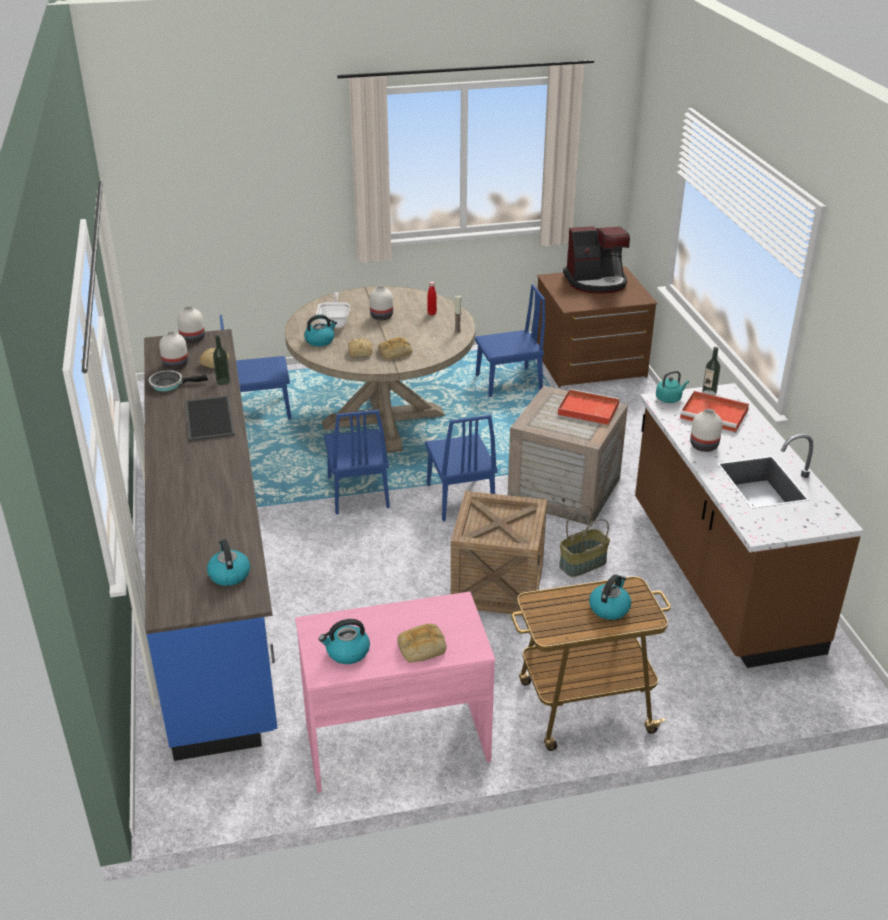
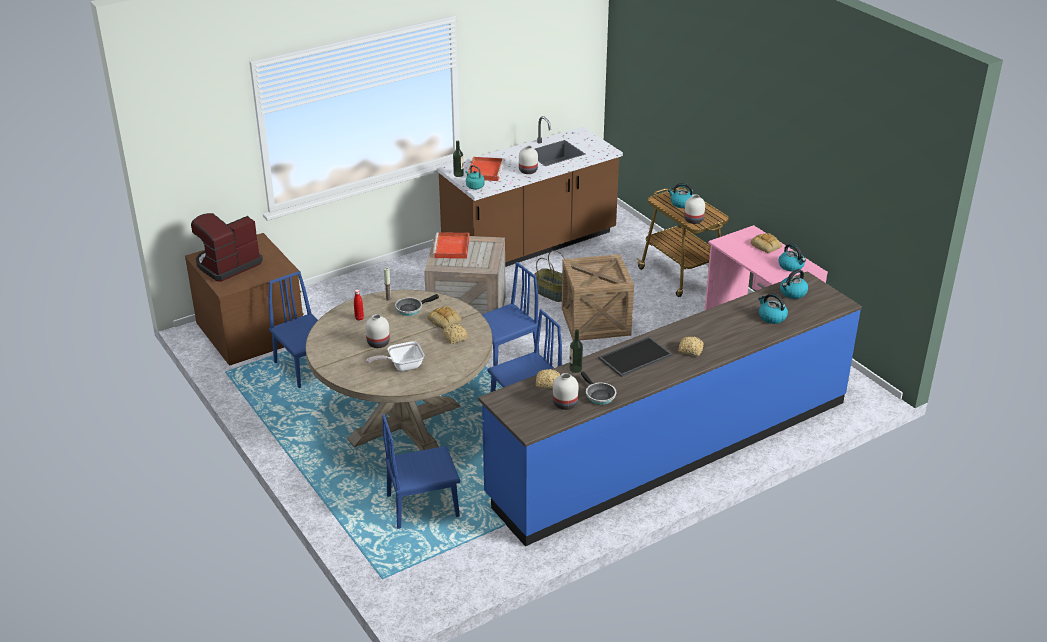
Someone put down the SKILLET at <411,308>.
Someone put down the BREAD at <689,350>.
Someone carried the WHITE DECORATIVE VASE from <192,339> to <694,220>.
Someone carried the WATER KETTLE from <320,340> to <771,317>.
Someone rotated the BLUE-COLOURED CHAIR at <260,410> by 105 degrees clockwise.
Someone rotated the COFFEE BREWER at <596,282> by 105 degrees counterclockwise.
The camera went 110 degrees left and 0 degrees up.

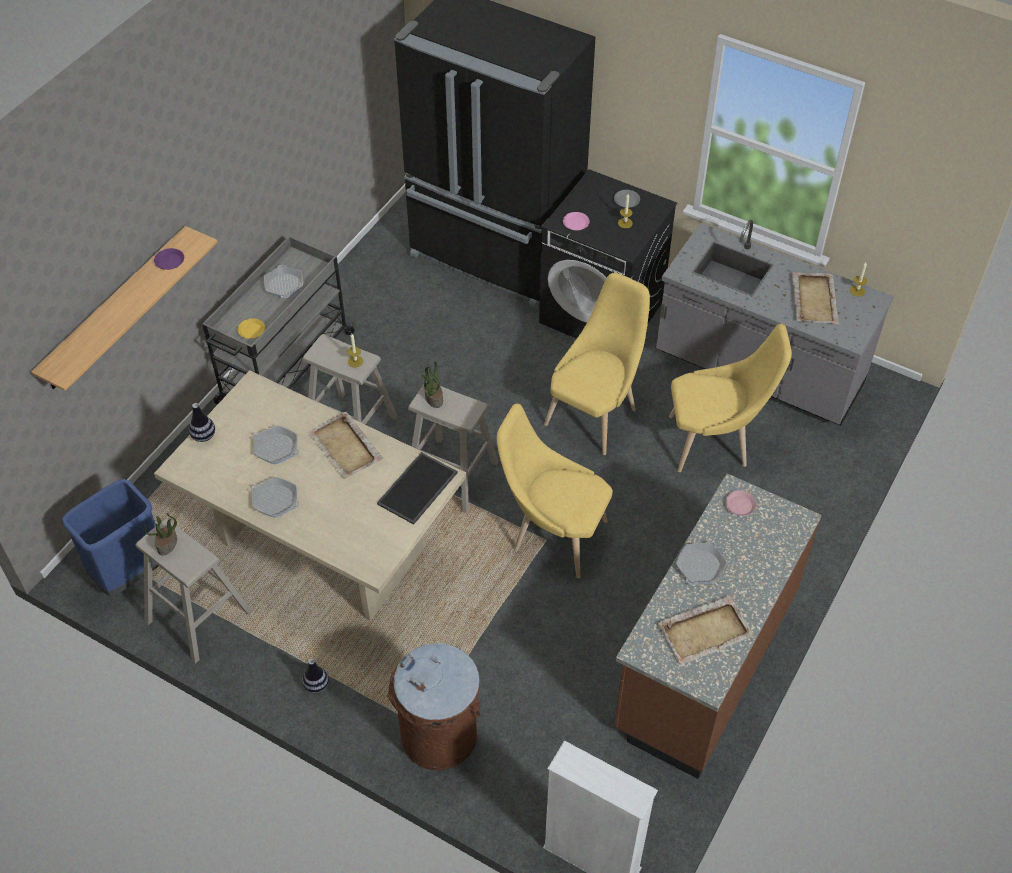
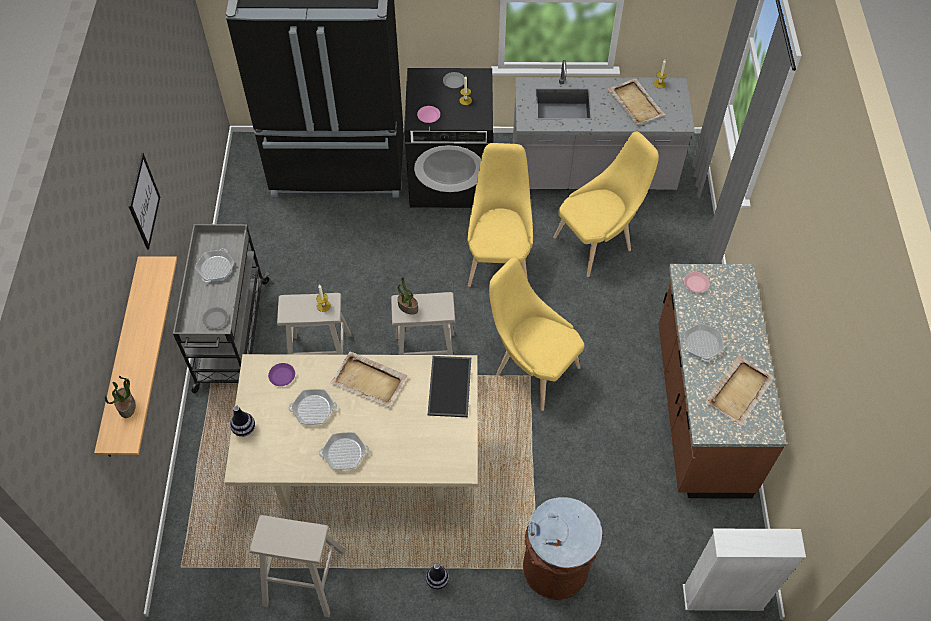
Someone took away the BLUE-COLOURED TRASH CAN at <130,572>.
Someone put up the WALL ART at <144,201>.
Someone carried the HOUSEPLANT from <167,544> to <127,406>.
Someone carried the PURPLISH DINNER PLATE from <169,261> to <282,376>.
Someone repainted the YELLOWISH DINNER PLATE at <251,330>, which became the GREY DINNER PLATE at <215,319>.
Someone rotated the SKILLET at <284,285> by 60 degrees clockwise.
Someone rotated the YELLOWISH CHAIR at <553,534> by 45 degrees clockwise.
The camera went 30 degrees left and 5 degrees up.

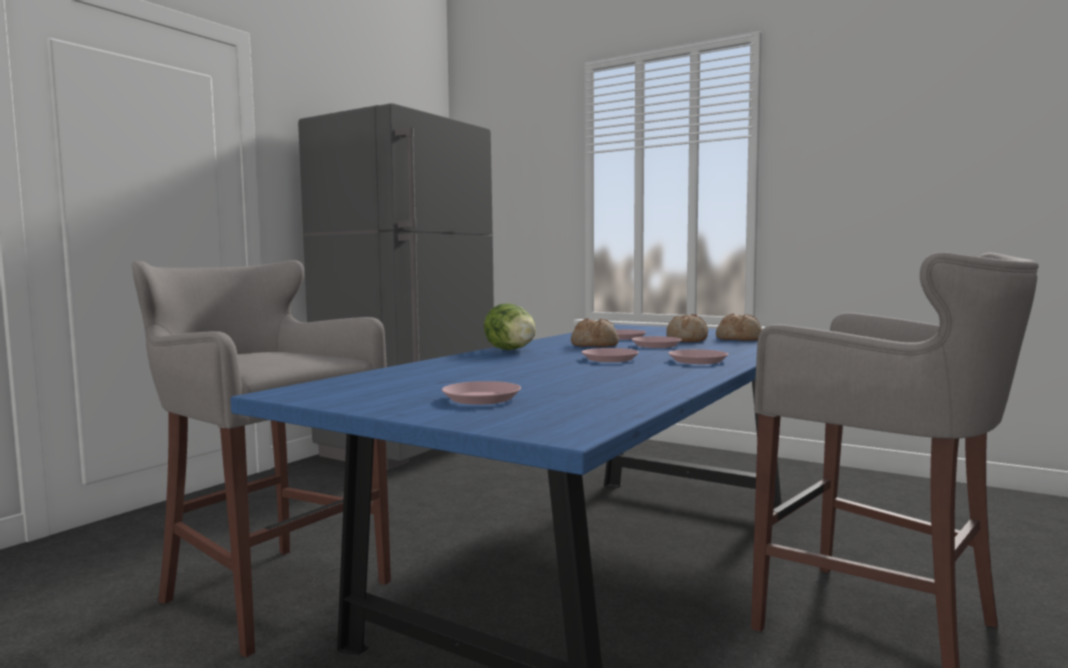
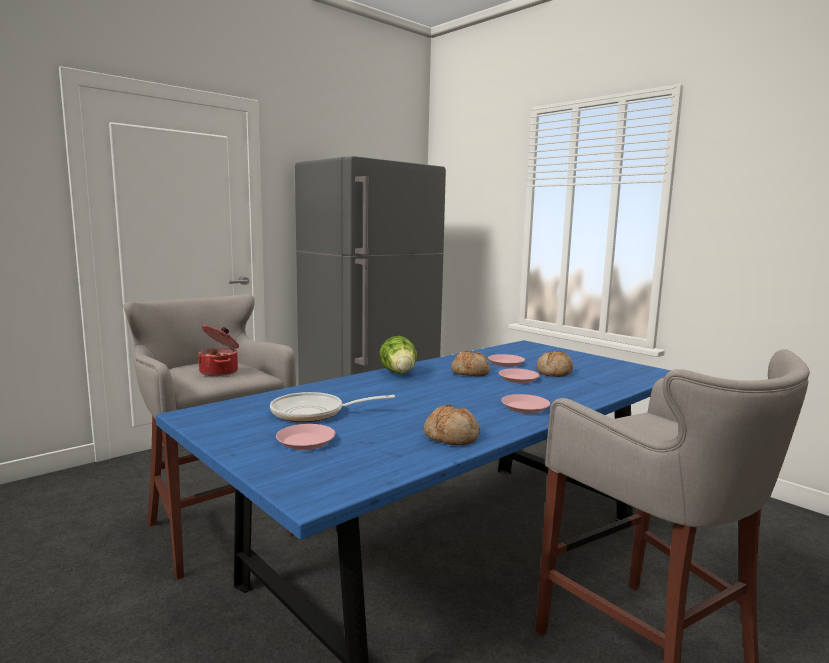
Someone took away the PINK-COLOURED DINNER PLATE at <610,359>.
Someone put down the STOCKPOT at <220,372>.
Someone put down the SKILLET at <314,413>.
Someone carried the BREAD from <739,339> to <452,437>.
The camera went 15 degrees right and 5 degrees up.

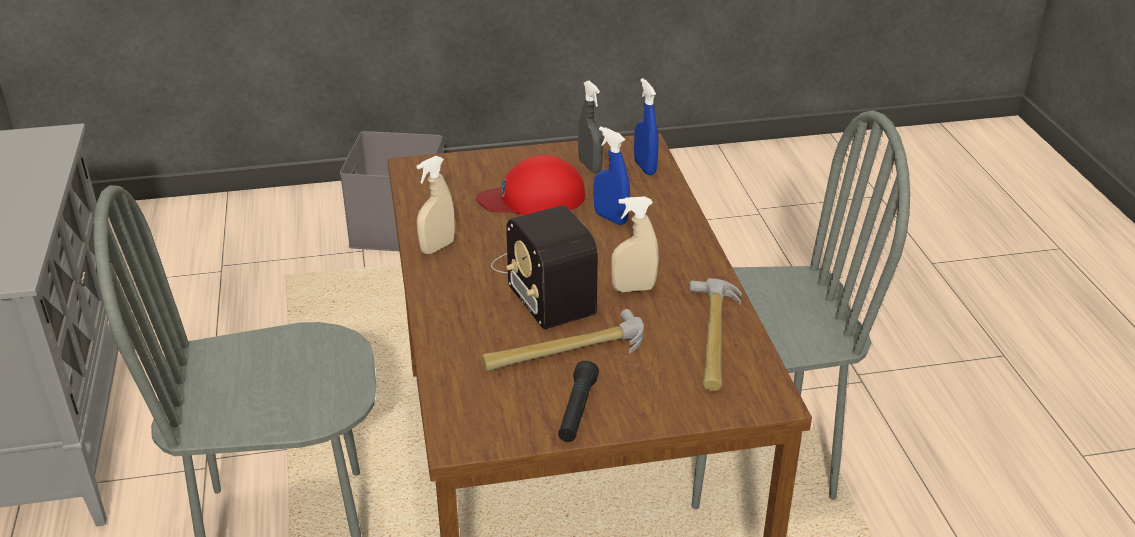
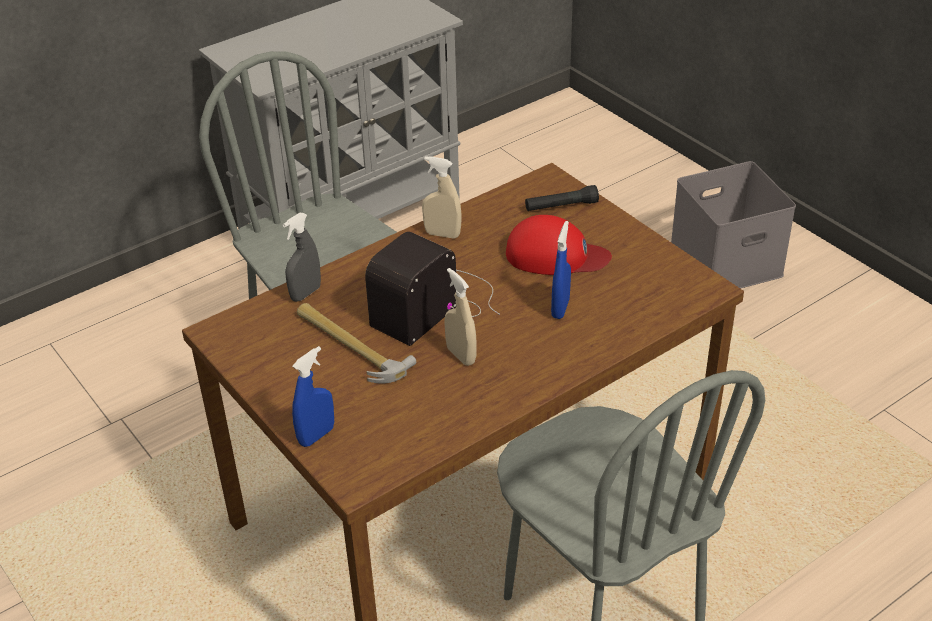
Someone took away the TOOL HAMMER at <713,337>.
Someone carried the BLACK TORCH from <577,410> to <561,206>.
Someone carried the GREY SPRAY BOTTLE from <590,166> to <305,293>.
Someone carried the BLUE-COLOURED SPRAY BOTTLE from <645,167> to <316,436>.
Someone rotated the RED-COLOURED PEAKED CAP at <533,198> by 135 degrees clockwise.
The camera went 65 degrees right and 5 degrees up.

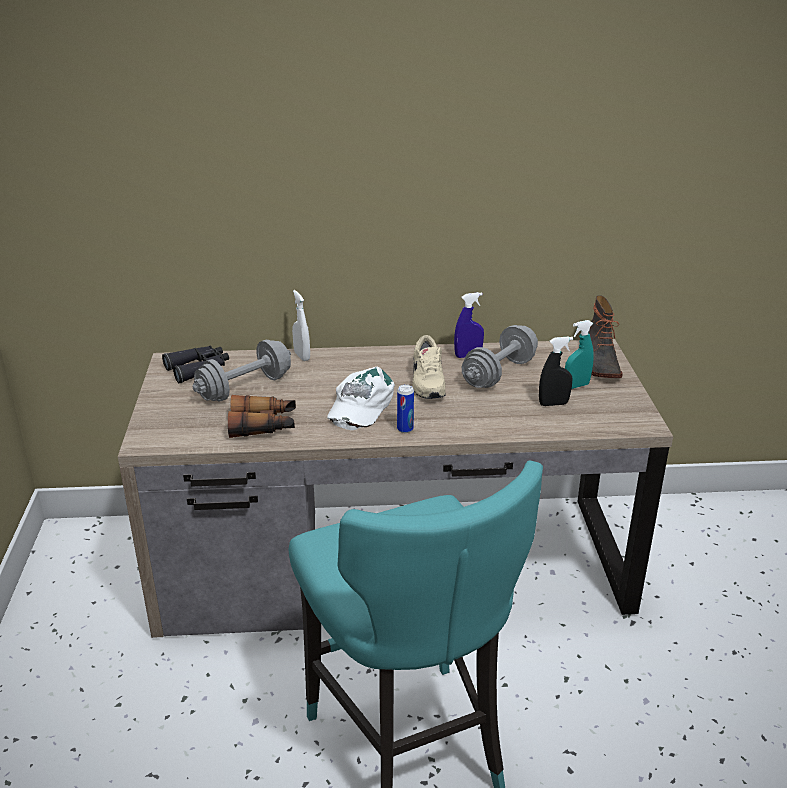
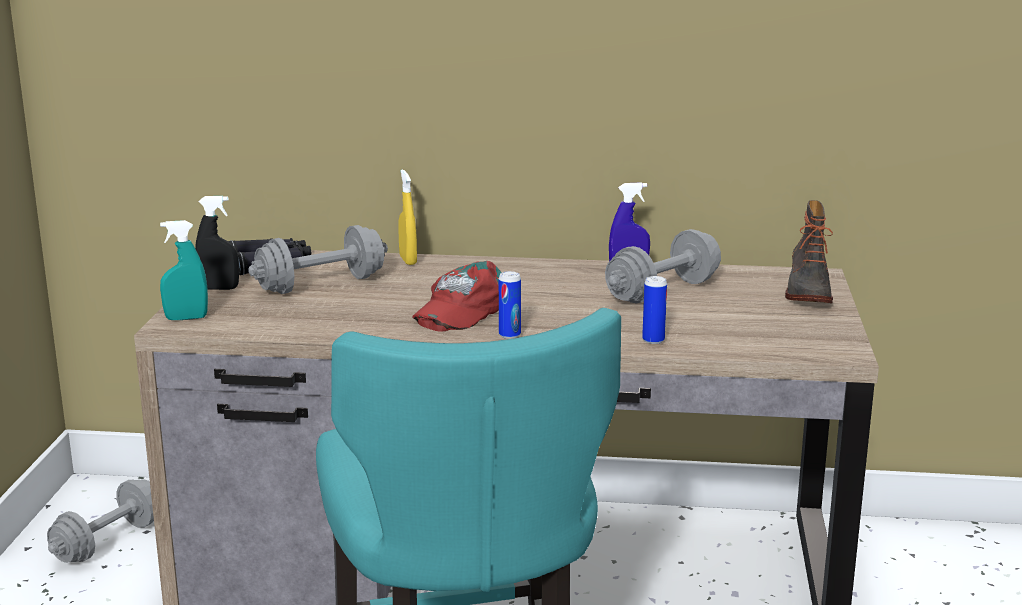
Someone took away the PAIR OF BINOCULARS at <263,426>.
Someone took away the SAND-COLOURED SHOE at <427,383>.
Someone put down the GREY HAND WEIGHT at <108,542>.
Someone put down the SEALED CAN at <653,340>.
Someone carried the BLACK SPRAY BOTTLE from <553,404> to <219,288>.
Someone carried the TURQUOISE-COLOURED SPRAY BOTTLE from <576,386> to <186,318>.
Someone repainted the WHITE SPRAY BOTTLE at <302,356>, which became the YELLOWISH SPRAY BOTTLE at <408,260>.
Someone repainted the WHITE PEAKED CAP at <360,405>, which became the RED-COLOURED PEAKED CAP at <461,309>.
The camera went 10 degrees right and 10 degrees down.

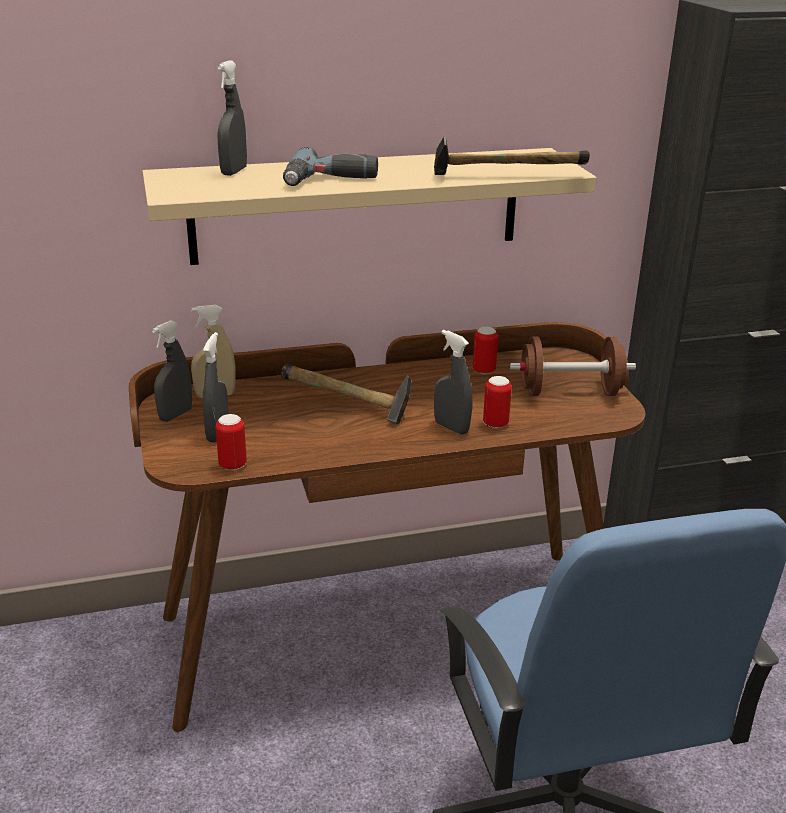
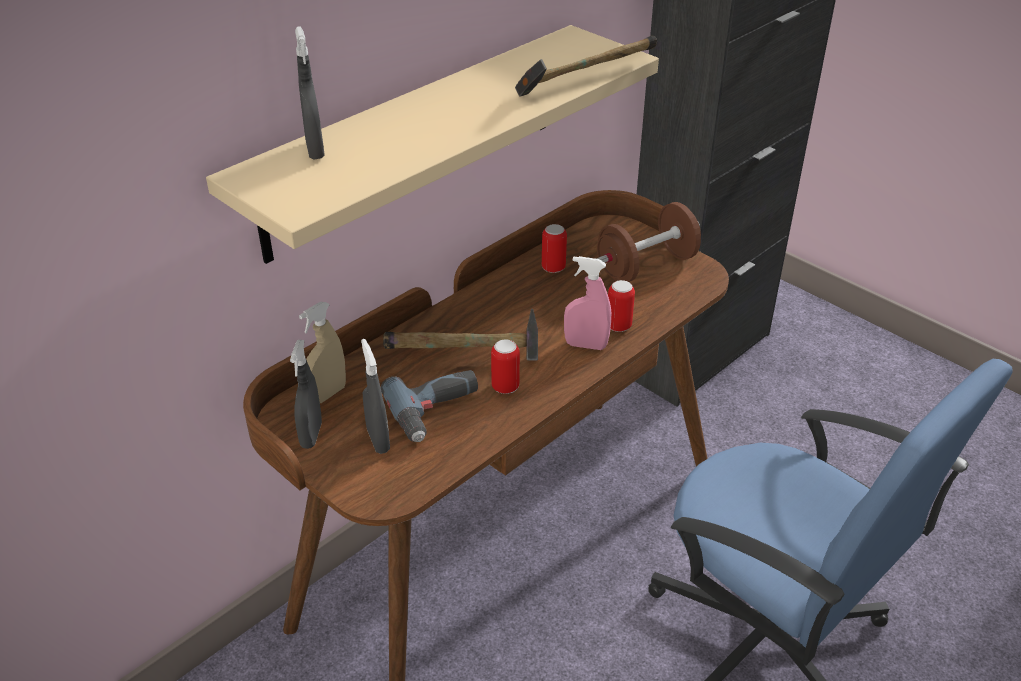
Someone carried the SEALED CAN from <232,465> to <505,387>.
Someone carried the ELECTRIC DRILL from <330,180> to <437,411>.
Someone repainted the GREY SPRAY BOTTLE at <451,428>, which became the PINK-COLOURED SPRAY BOTTLE at <585,345>.
The camera went 30 degrees left and 10 degrees up.

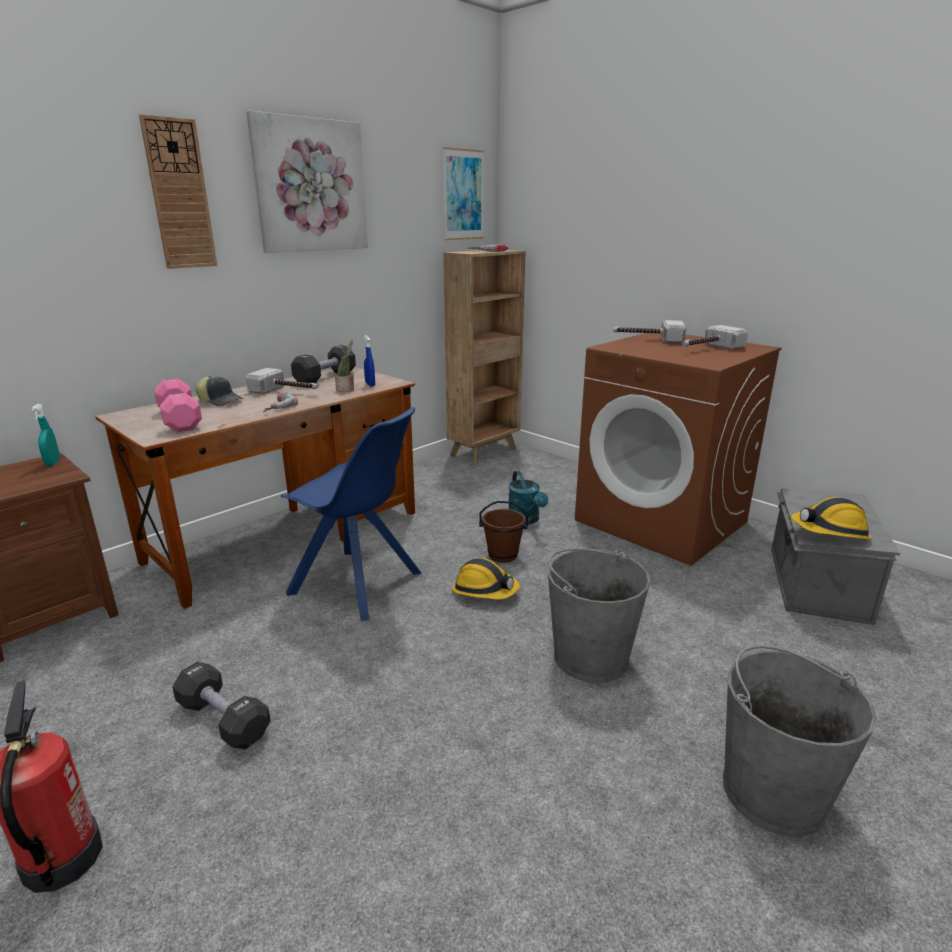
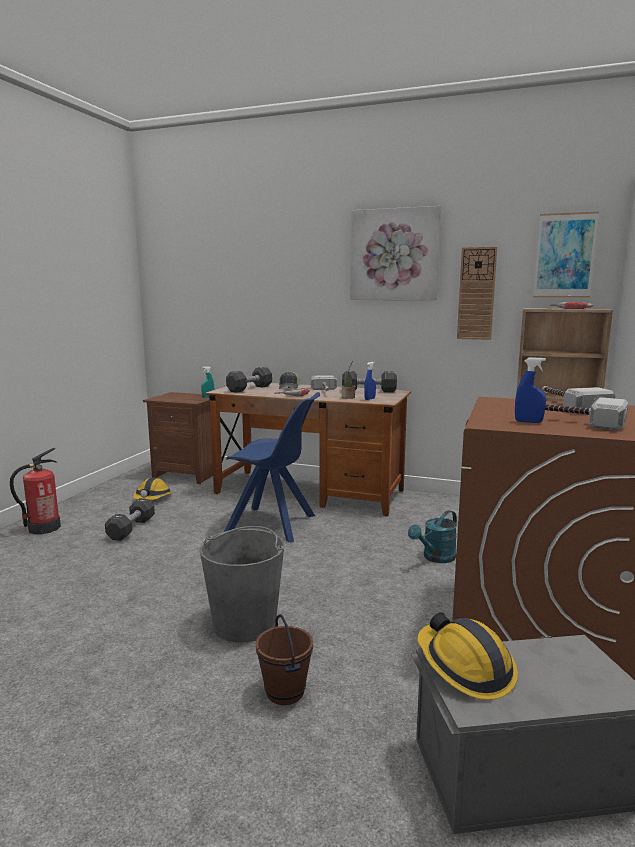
Someone took away the GREY BUCKET at <773,791>.
Someone put down the BLUE-COLOURED SPRAY BOTTLE at <528,422>.
Someone carried the HANGING CLOCK from <179,195> to <476,294>.
Someone carried the SAFETY HELMET from <485,591> to <152,498>.
Someone carried the BROWN-COLOURED BUCKET from <503,555> to <286,692>.
Someone repainted the PINK-COLOURED HAND WEIGHT at <180,419>, which became the BLACK HAND WEIGHT at <249,389>.
Someone rotated the BLUE-COLOURED CHAIR at <358,584> by 75 degrees counterclockwise.
The camera went 65 degrees right and 10 degrees down.

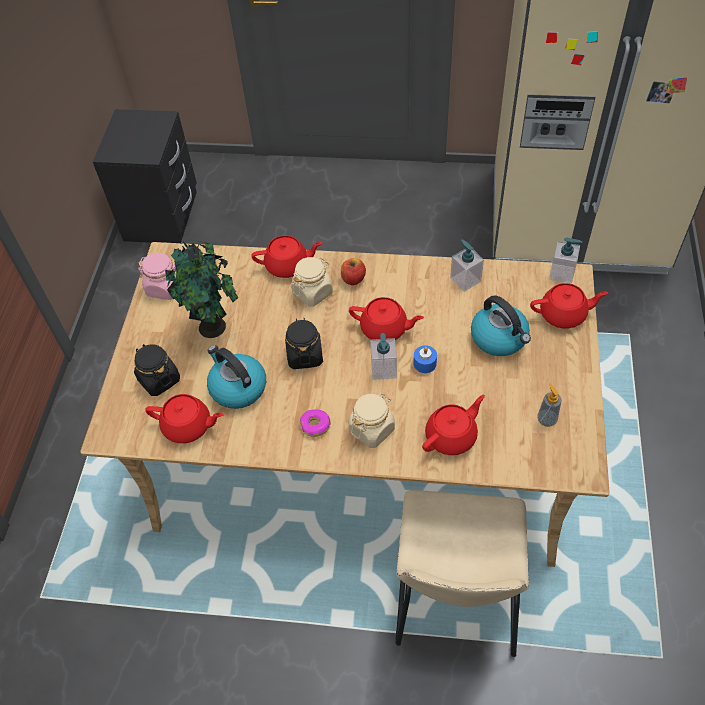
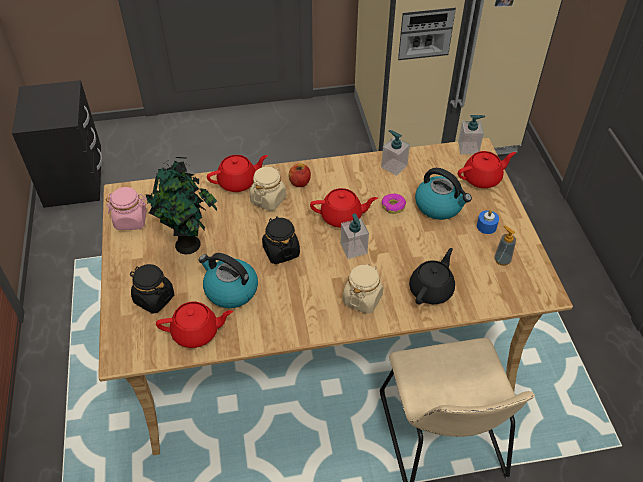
Someone carried the RING DOUGHNUT from <315,425> to <393,206>.
Someone carried the BLUE-COLOURED CANDLE from <425,363> to <486,226>.
Someone repainted the RED-COLOURED TEAPOT at <452,436>, which became the BLACK TEAPOT at <431,289>.
The camera went 20 degrees left and 5 degrees down.

